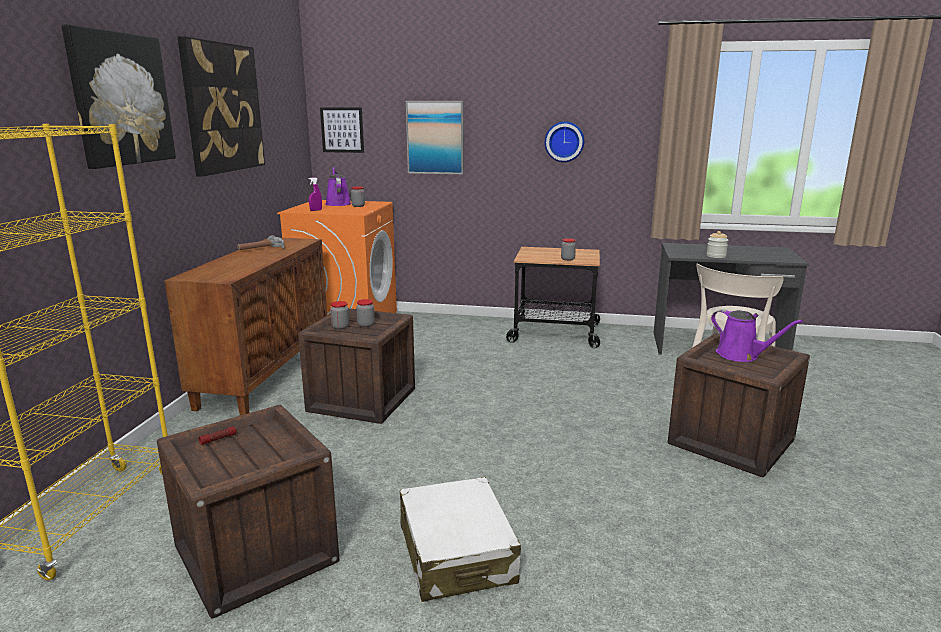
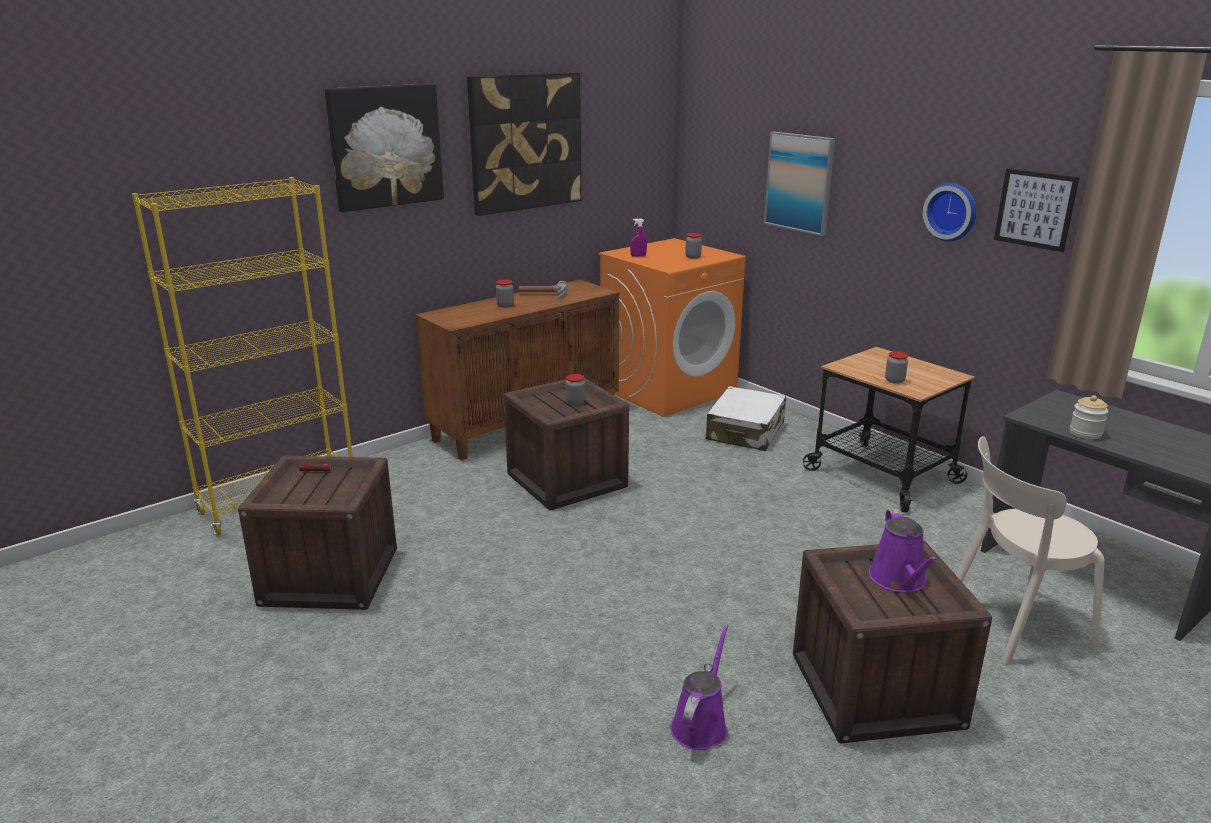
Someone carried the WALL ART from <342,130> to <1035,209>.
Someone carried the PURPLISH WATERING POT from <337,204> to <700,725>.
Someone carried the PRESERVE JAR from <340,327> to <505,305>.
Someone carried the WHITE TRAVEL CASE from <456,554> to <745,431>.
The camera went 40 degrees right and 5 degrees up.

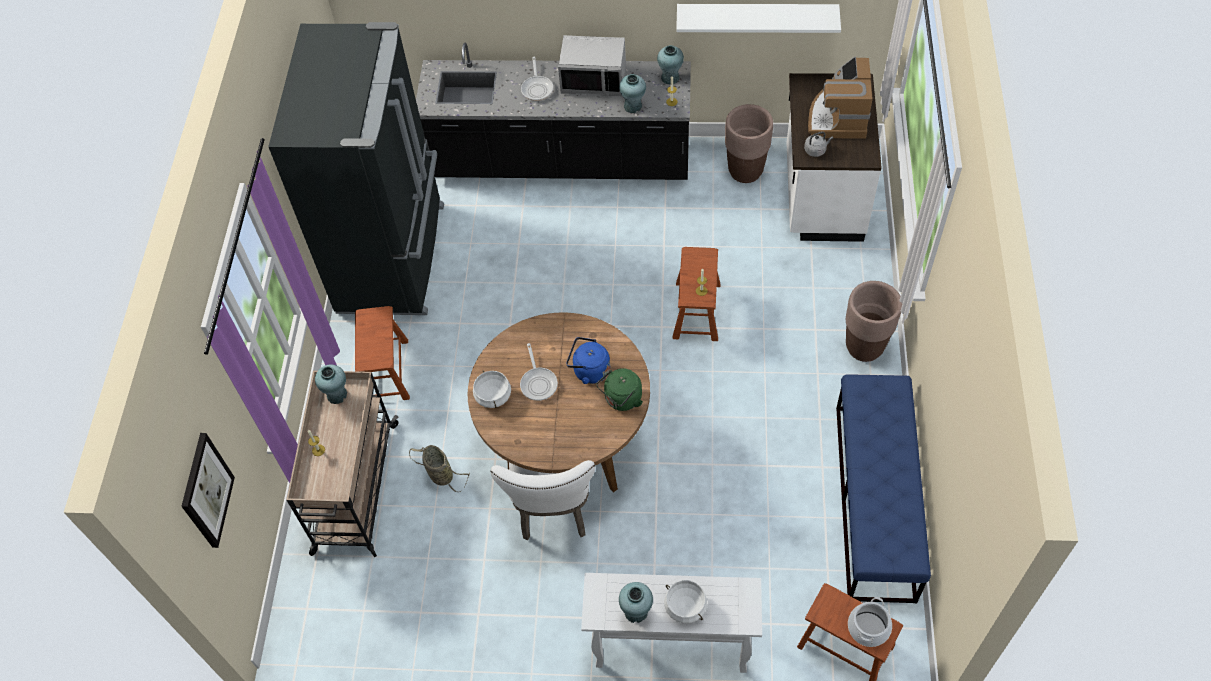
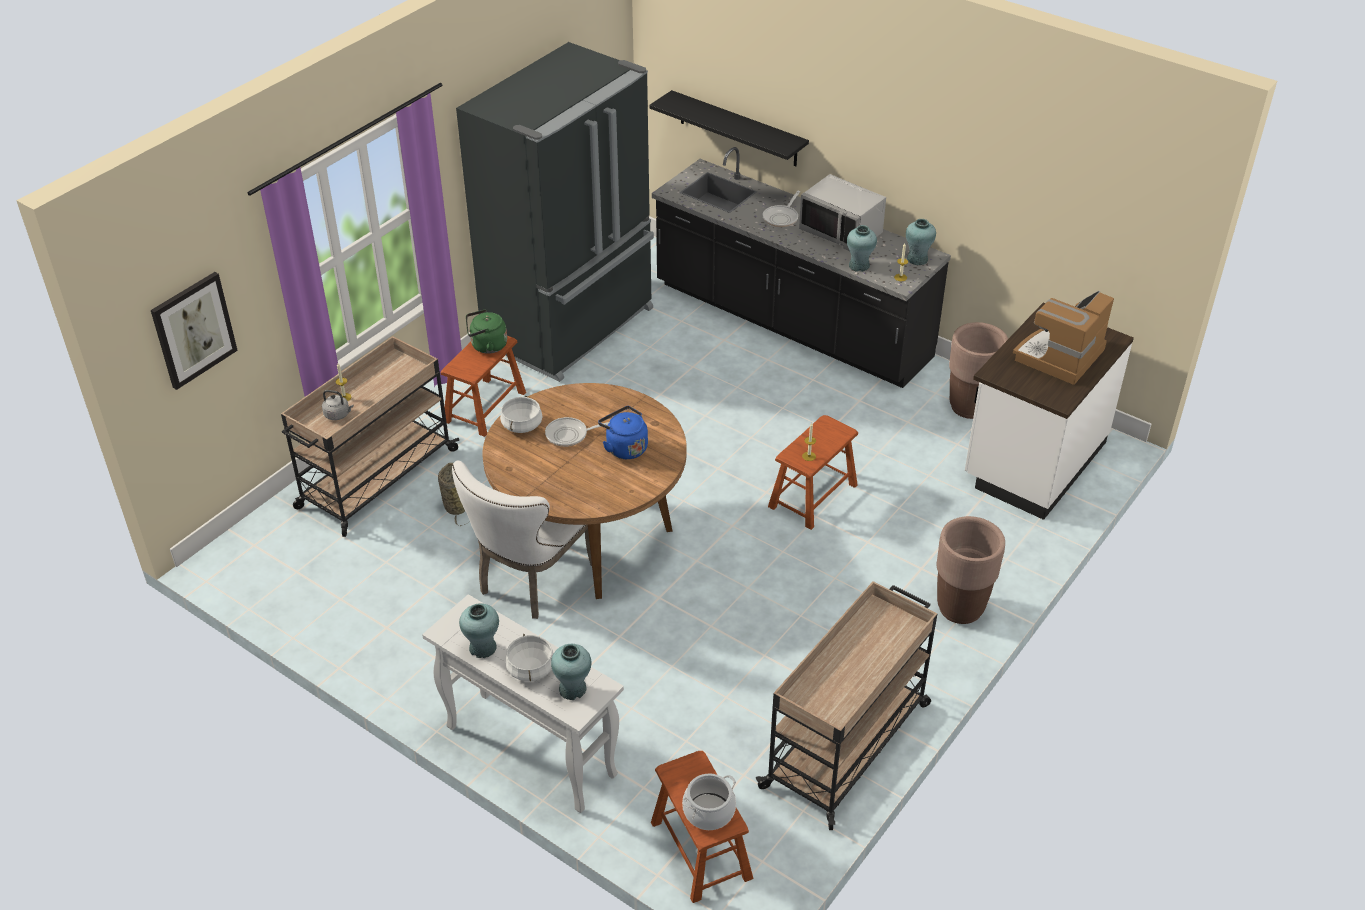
Someone took away the WHITE WALL SHELF at <756,16>.
Someone put up the BLACK WALL SHELF at <738,129>.
Someone carried the TURQUOISE-COLOURED DECORATIVE VASE from <337,394> to <573,689>.
Someone carried the GREENISH WATER KETTLE from <621,399> to <486,346>.
Someone carried the GREY WATER KETTLE from <816,150> to <338,415>.
Someone swapped the BLUE-COLOURED INDOOR BENCH at <874,501> for the SAND-COLOURED WHEELED CART at <847,744>.
Someone rotated the SKILLET at <538,383> by 60 degrees clockwise.
The camera went 30 degrees right and 15 degrees down.

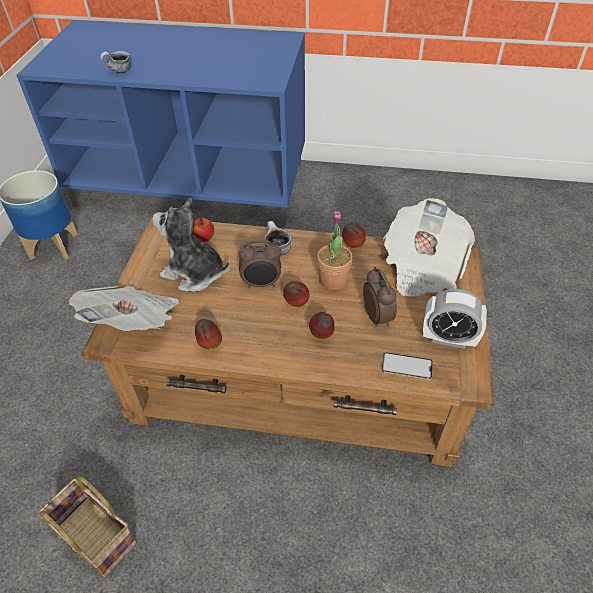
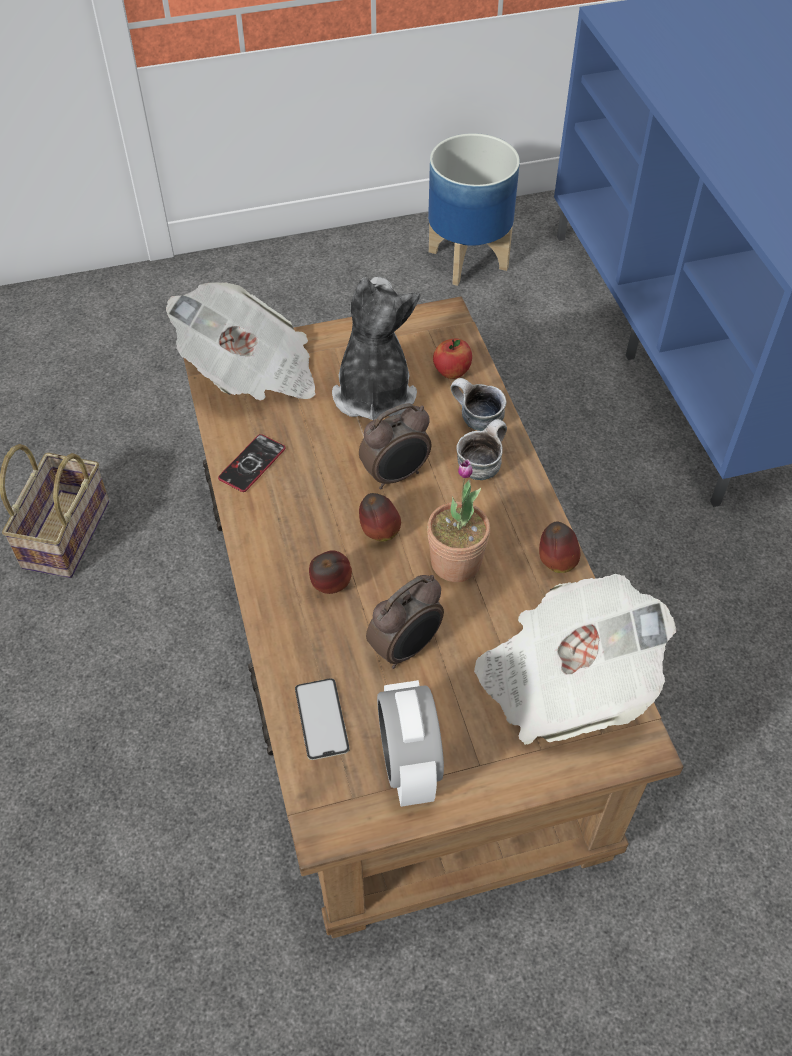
Someone carried the COFFEE MUG from <119,72> to <475,420>.
Someone swapped the WHOLE APPLE at <209,344> for the HANDSET at <252,464>.
Someone rotated the TABLE CLOCK at <261,284> by 90 degrees counterclockwise.
The camera went 65 degrees right and 5 degrees up.

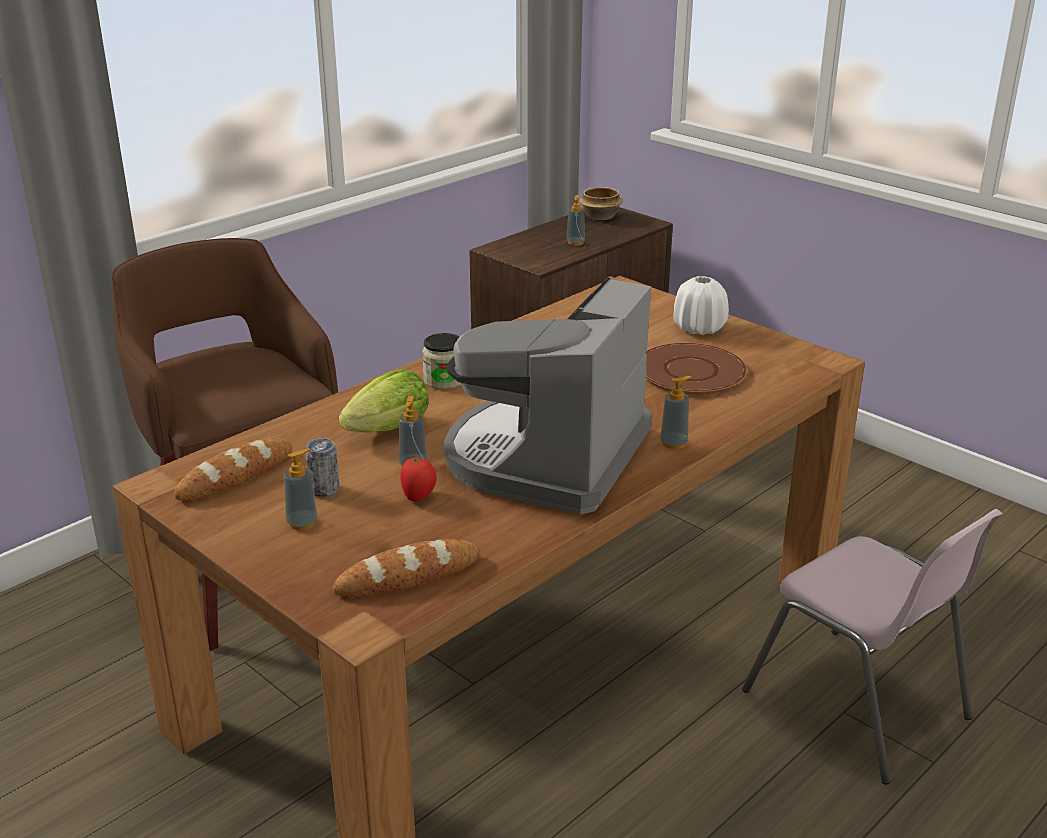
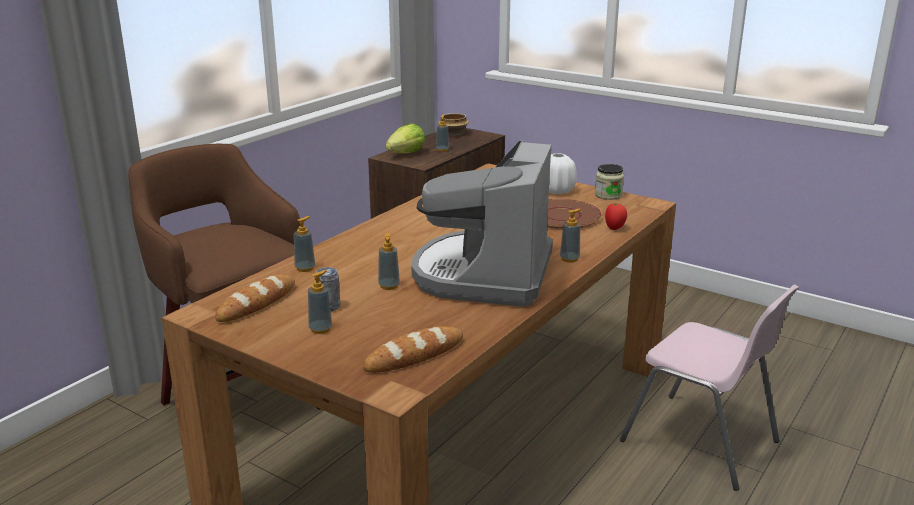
Someone put down the SOAP BOTTLE at <305,268>.
Someone carried the LETTUCE HEAD from <389,429> to <406,154>.
Someone carried the FRESH TOMATO from <419,497> to <615,228>.
Someone carried the PRESERVE JAR from <444,380> to <608,195>.
The camera went 10 degrees left and 5 degrees down.

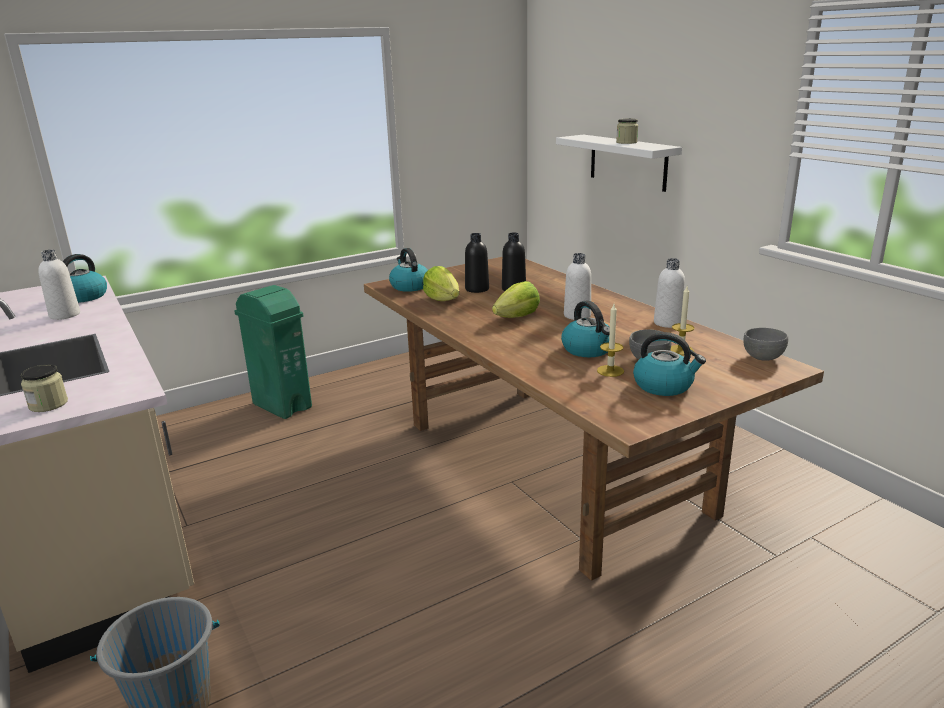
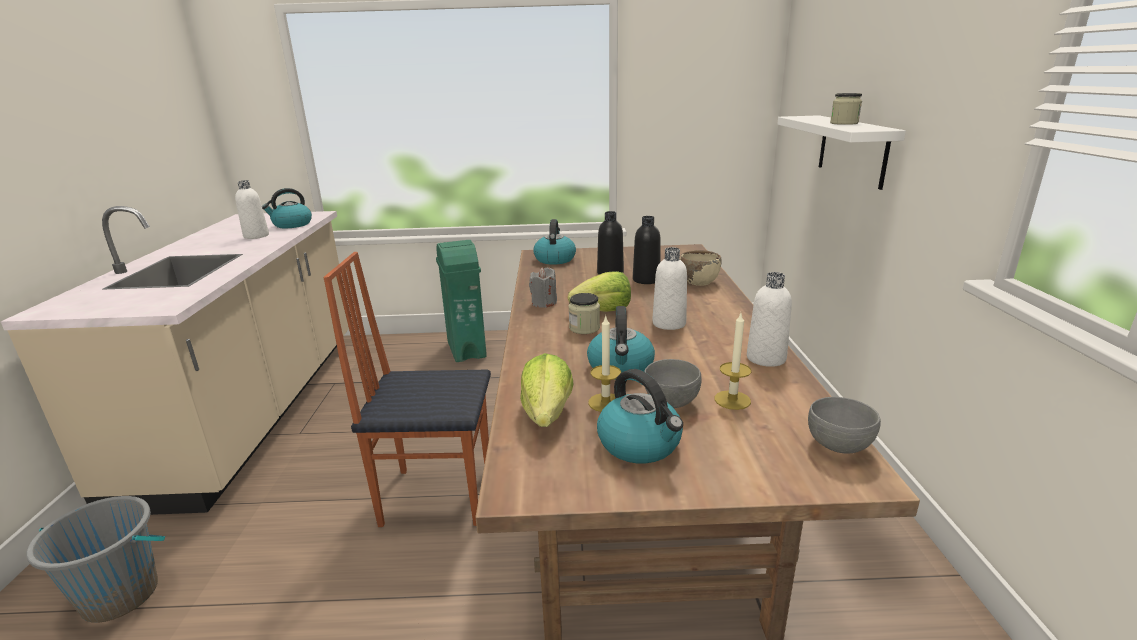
Someone put down the CHAIR at <437,495>.
Someone put down the GREY CANDLE at <544,303>.
Someone put down the SAND-COLOURED DEEP DISH at <698,281>.
Someone carried the PRESERVE JAR from <48,404> to <584,328>.
Someone carried the LETTUCE HEAD from <443,299> to <547,414>.
The camera went 30 degrees right and 0 degrees up.

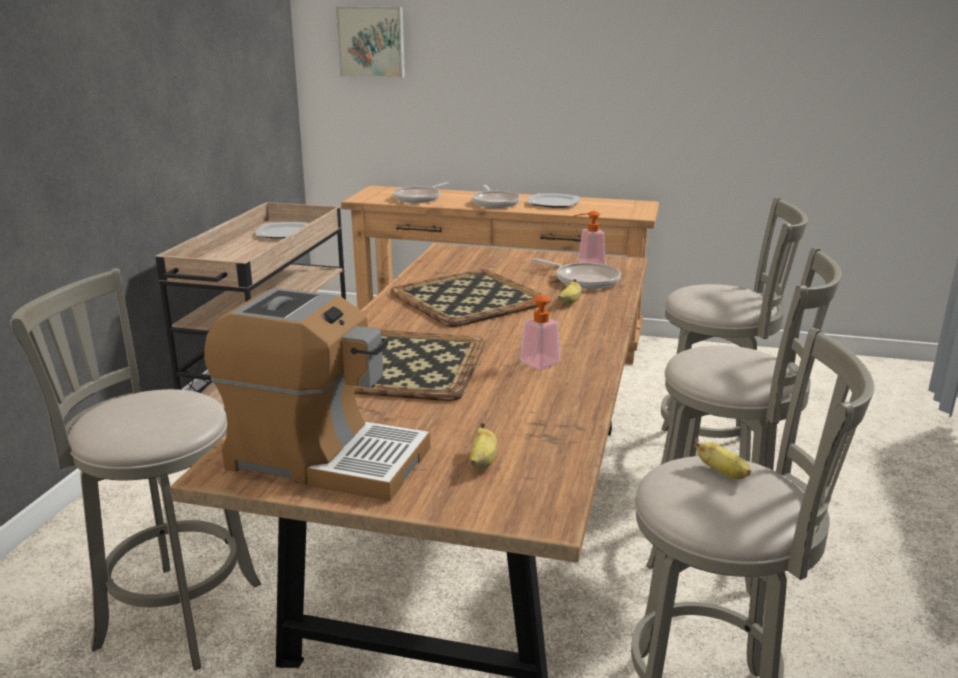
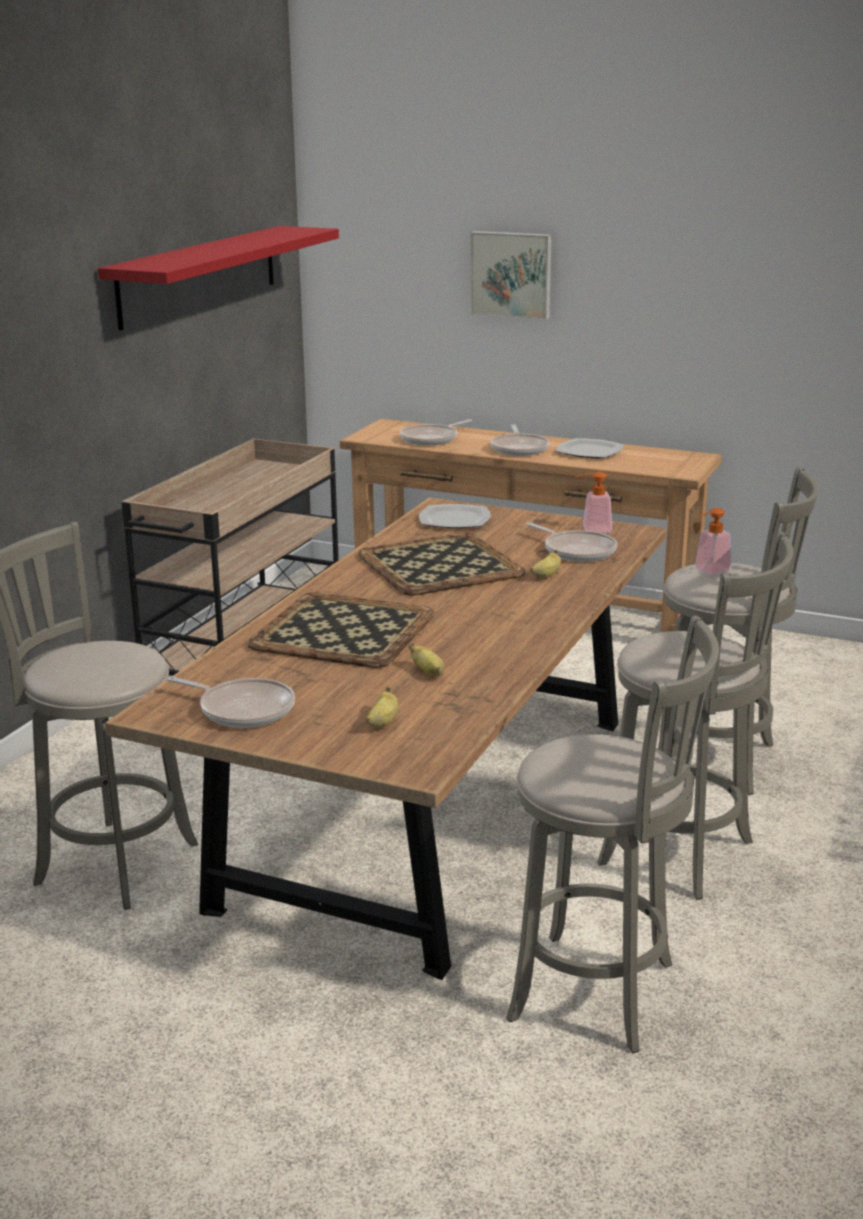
Someone put up the RED-COLOURED WALL SHELF at <199,275>.
Someone carried the DINNER PLATE from <284,233> to <454,520>.
Someone carried the WALL ART from <372,41> to <511,274>.
Someone carried the SOAP BOTTLE from <535,364> to <708,571>.
Someone carried the WHOLE BANANA from <723,473> to <428,672>.
Someone swapped the COFFEE BREWER at <324,458> for the SKILLET at <242,709>.
The camera went 10 degrees right and 0 degrees up.

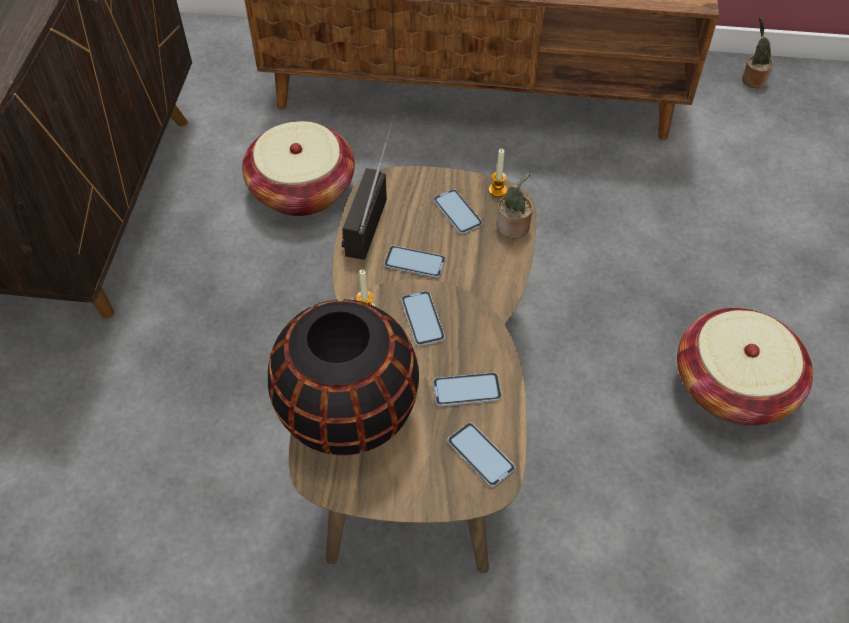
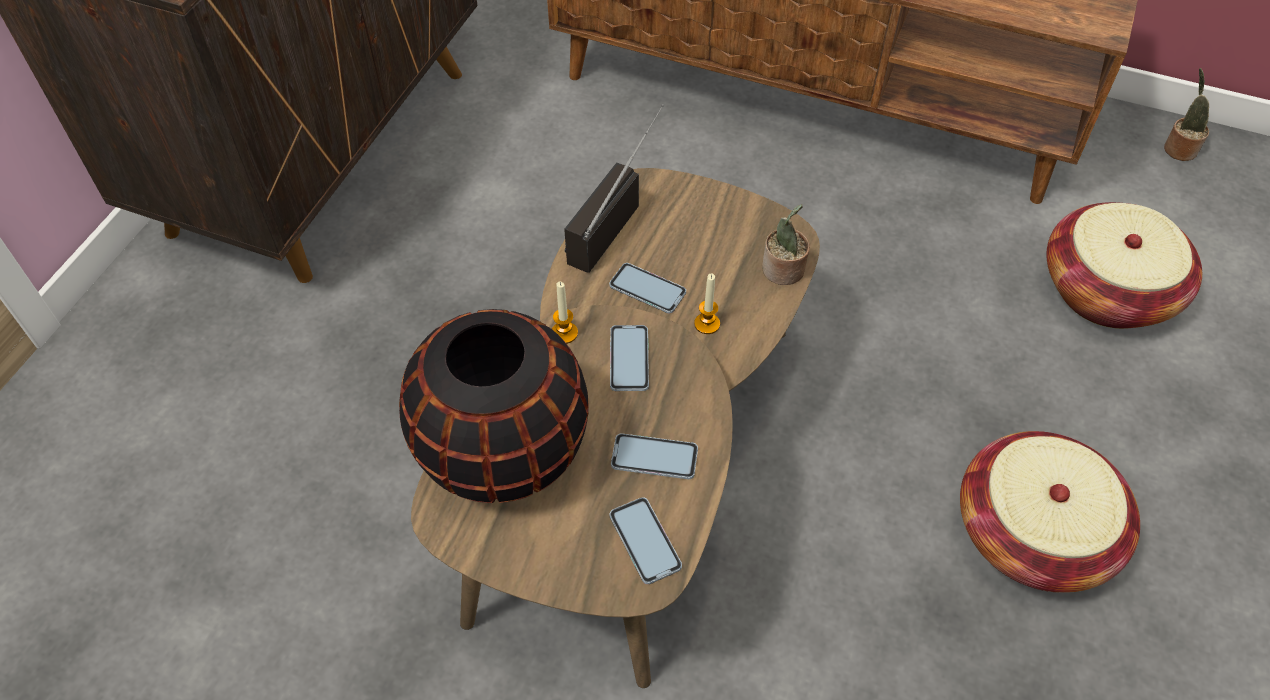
Someone took away the HANDSET at <457,212>.
Someone carried the STORAGE BASKET from <302,189> to <1107,291>.
Someone carried the CANDLE from <497,190> to <707,324>.
The camera went 15 degrees right and 0 degrees up.

